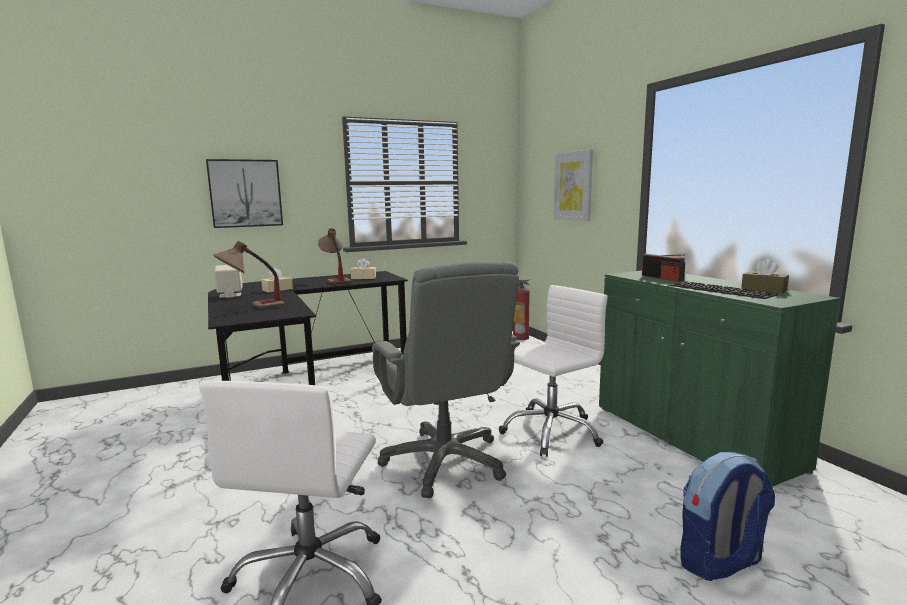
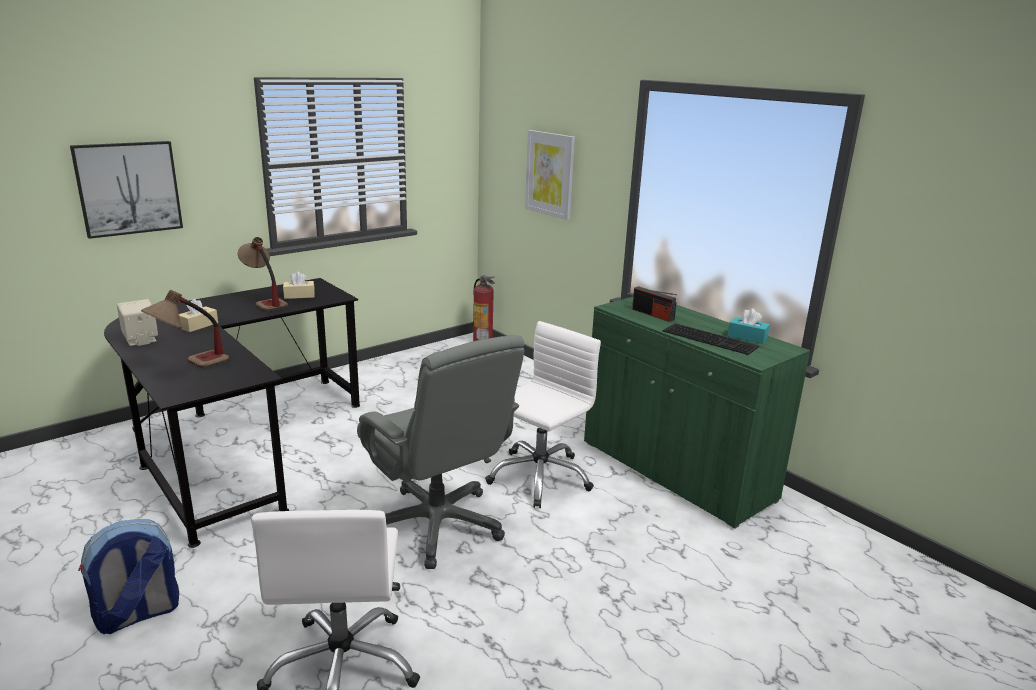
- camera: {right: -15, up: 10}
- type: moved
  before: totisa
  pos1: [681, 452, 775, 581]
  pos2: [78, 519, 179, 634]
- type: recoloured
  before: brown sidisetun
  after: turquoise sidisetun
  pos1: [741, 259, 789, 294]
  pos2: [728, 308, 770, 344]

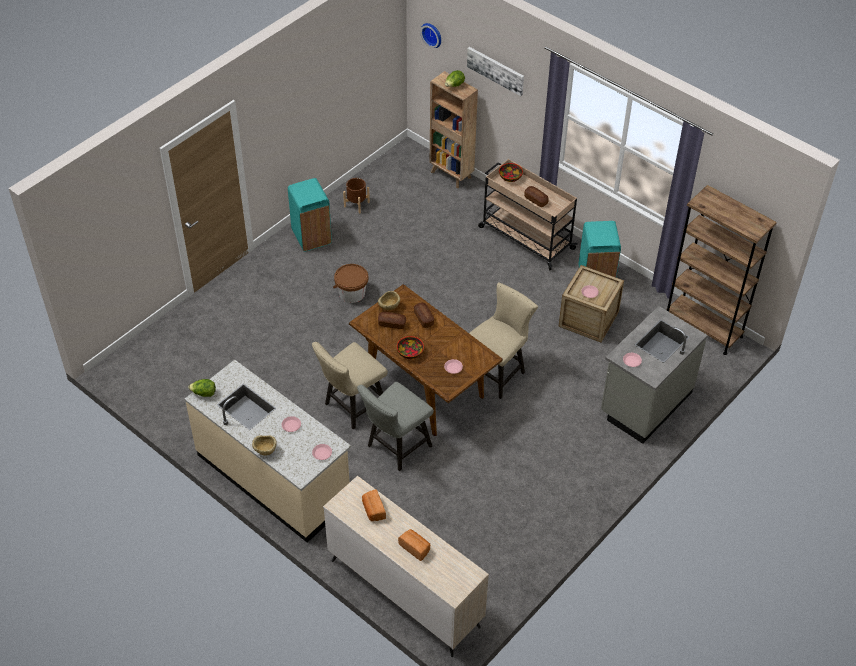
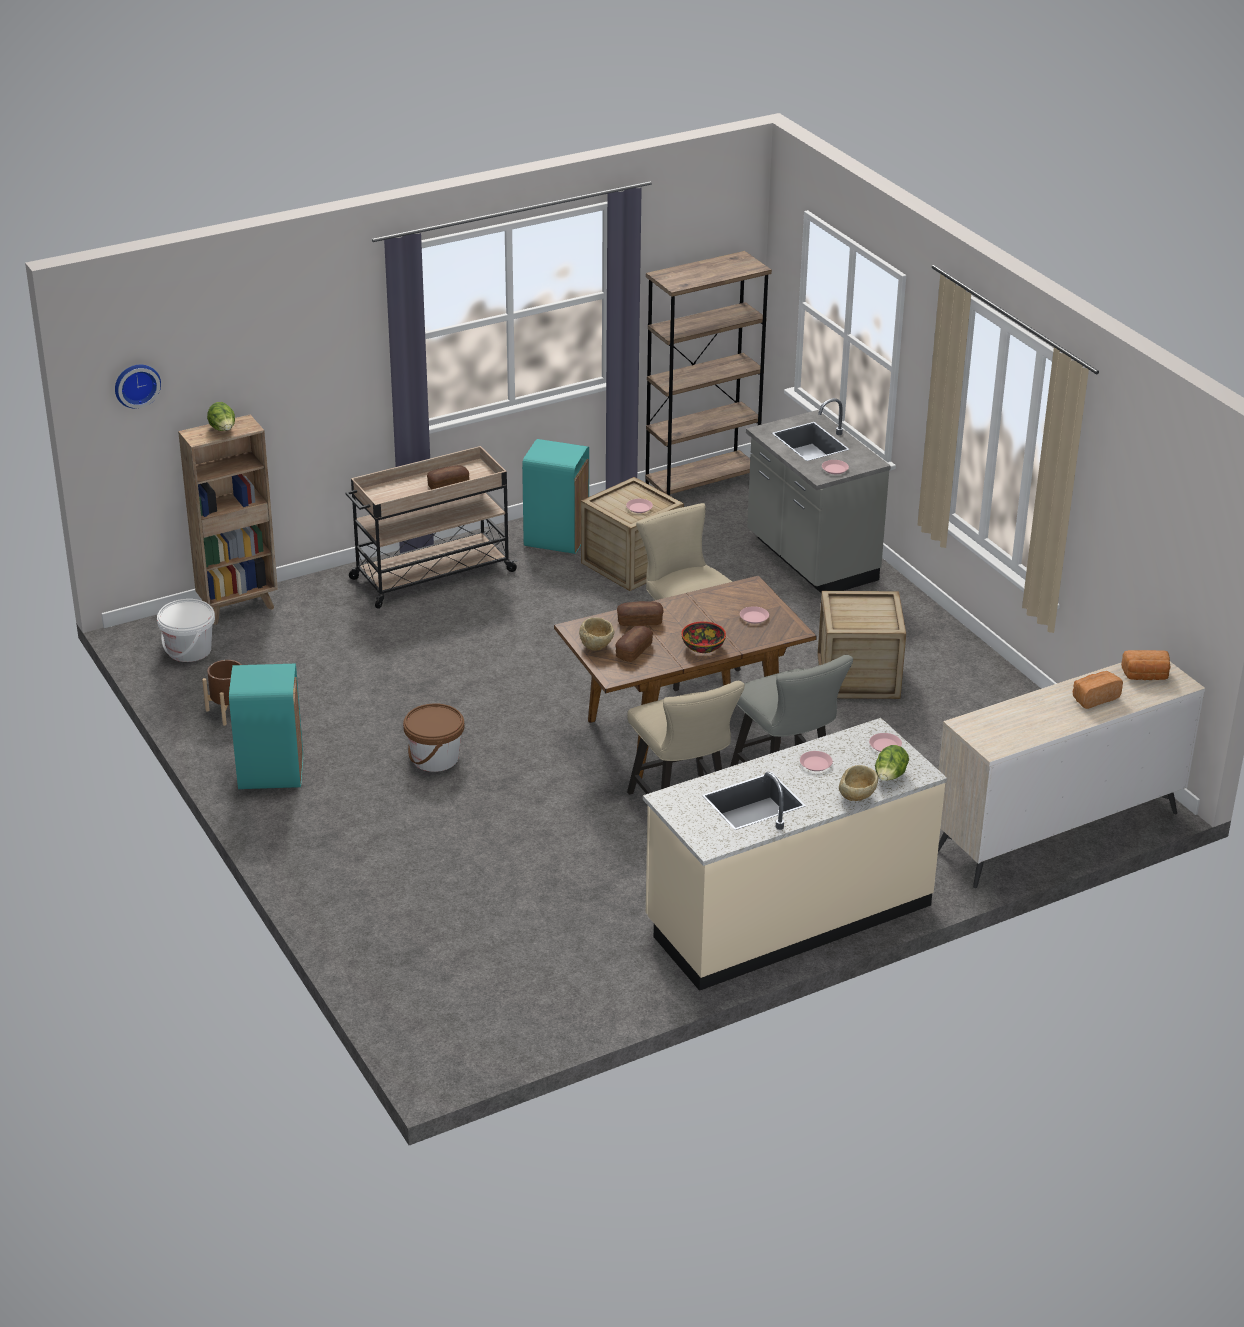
- camera: {right: -70, up: -15}
- type: added
  after: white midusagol
  pos2: [157, 599, 215, 662]
- type: added
  after: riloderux
  pos2: [817, 591, 906, 699]
- type: moved
  before: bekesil
  pos1: [188, 379, 216, 397]
  pos2: [875, 745, 909, 781]
- type: moved
  before: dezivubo
  pos1: [362, 489, 386, 521]
  pos2: [1121, 650, 1171, 680]
- type: removed
  before: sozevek
  pos1: [467, 47, 524, 96]
- type: removed
  before: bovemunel
  pos1: [499, 163, 523, 182]

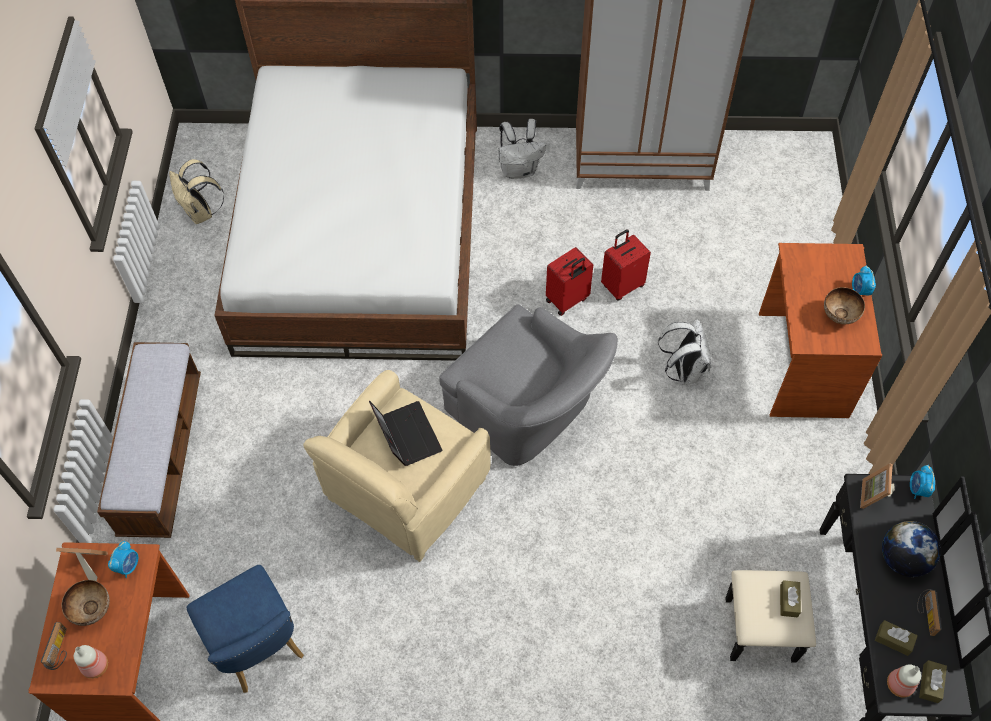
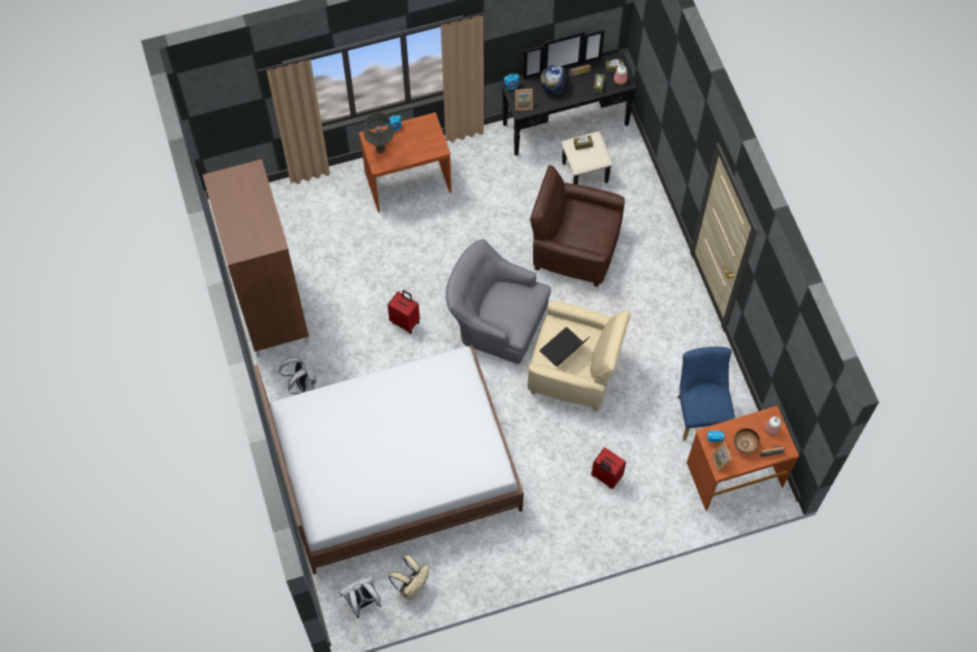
- camera: {right: -110, up: 5}
- type: moved
  before: white totisa
  pos1: [658, 319, 711, 384]
  pos2: [339, 576, 381, 618]
- type: added
  after: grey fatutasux
  pos2: [364, 112, 394, 153]
- type: turned
  before: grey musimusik
  pos1: [439, 304, 618, 466]
  pos2: [446, 239, 551, 364]
  turn: -90
- type: added
  after: brown musimusik
  pos2: [530, 165, 625, 287]
- type: moved
  before: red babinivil
  pos1: [601, 229, 651, 301]
  pos2: [591, 447, 626, 489]
- type: turned
  before: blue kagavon
  pos1: [187, 565, 304, 693]
  pos2: [677, 347, 735, 440]
  turn: -45
- type: removed
  before: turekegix
  pos1: [97, 342, 201, 538]
- type: removed
  before: bovemunel
  pos1: [824, 287, 865, 324]

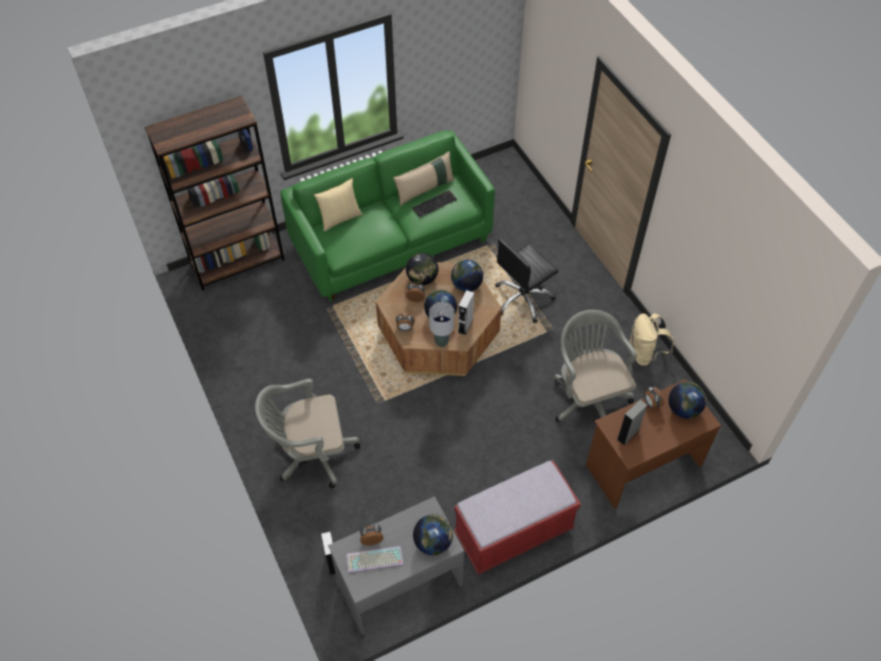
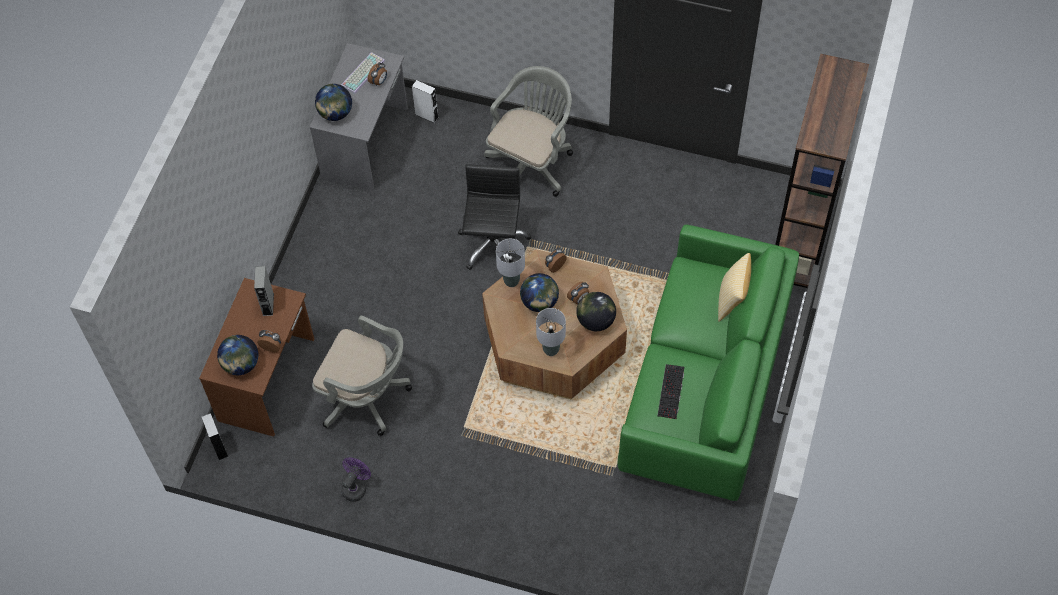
- camera: {right: 135, up: 5}
- type: moved
  before: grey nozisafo
  pos1: [458, 290, 474, 335]
  pos2: [201, 413, 229, 460]
- type: replaced
  before: beige totisa
  after: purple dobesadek
  pos1: [629, 313, 674, 366]
  pos2: [341, 457, 371, 502]
- type: moved
  before: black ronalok
  pos1: [495, 239, 558, 323]
  pos2: [458, 164, 531, 270]
- type: replaced
  before: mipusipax
  after: grey fatutasux
  pos1: [451, 260, 483, 292]
  pos2: [536, 308, 566, 356]
- type: removed
  before: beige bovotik
  pos1: [393, 151, 454, 206]
- type: removed
  before: red turekegix
  pos1: [454, 460, 581, 575]

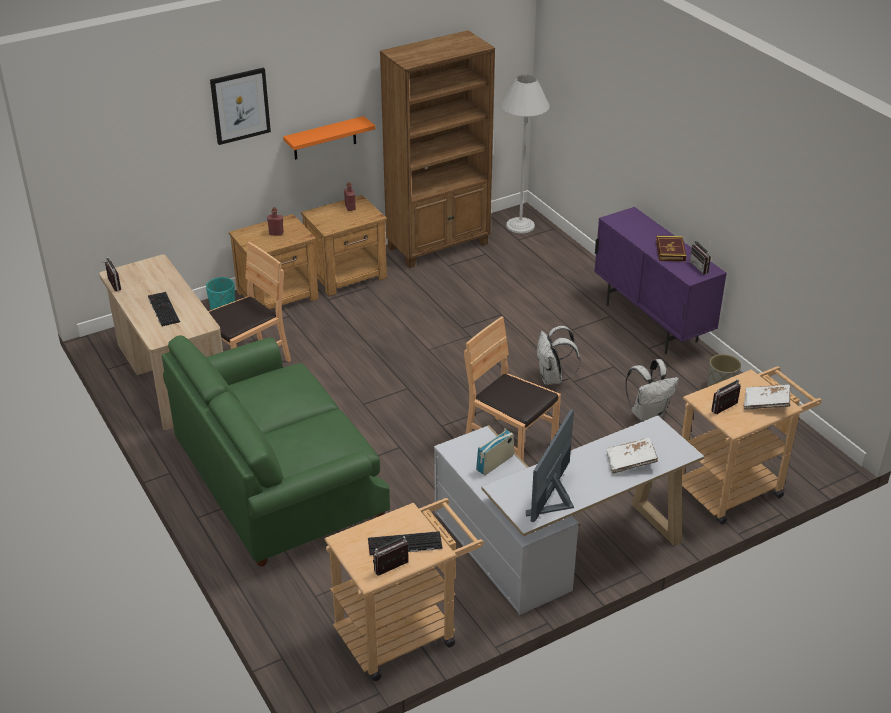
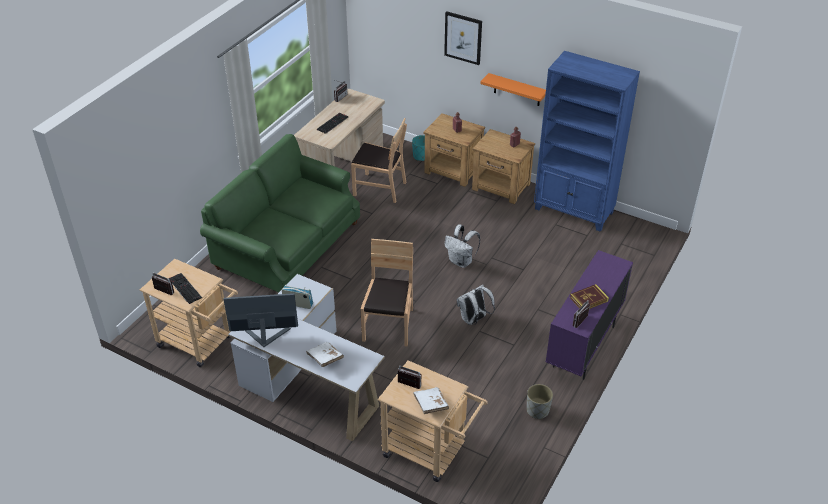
- camera: {right: 60, up: 5}
- type: moved
  before: white totisa
  pos1: [625, 359, 679, 422]
  pos2: [444, 224, 480, 268]
- type: recoloured
  before: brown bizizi
  after: blue bizizi
  pos1: [380, 30, 495, 268]
  pos2: [534, 51, 640, 232]
- type: removed
  before: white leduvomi
  pos1: [501, 75, 550, 234]

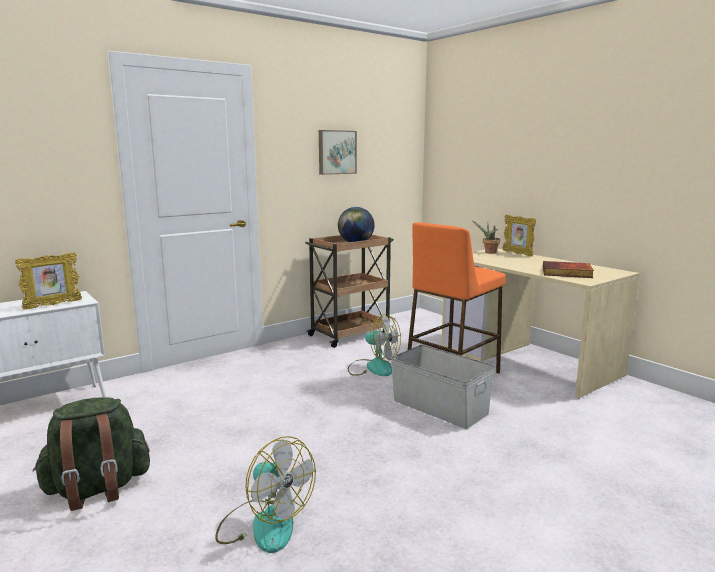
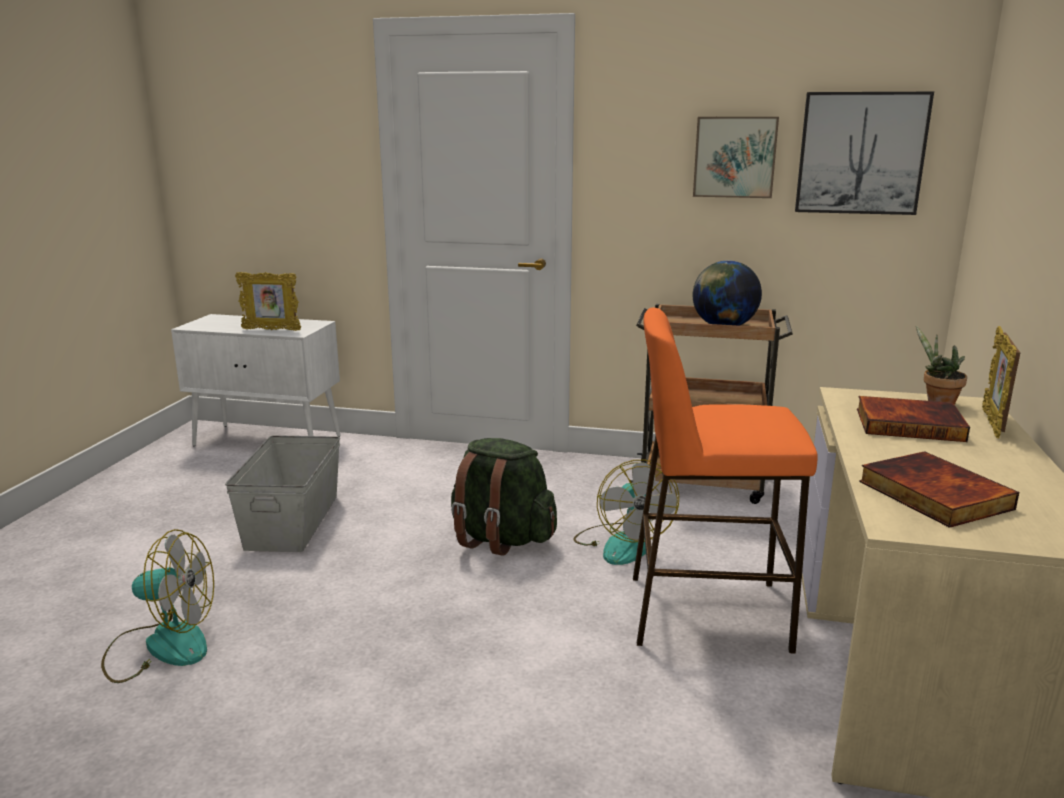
- camera: {right: 50, up: 5}
- type: turned
  before: dobesadek
  pos1: [215, 436, 316, 553]
  pos2: [101, 529, 214, 683]
  turn: -90
- type: moved
  before: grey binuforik
  pos1: [391, 345, 495, 429]
  pos2: [225, 435, 340, 552]
- type: moved
  before: green totisa
  pos1: [33, 397, 150, 511]
  pos2: [451, 438, 557, 556]
- type: added
  after: sozevek
  pos2: [795, 92, 934, 215]
- type: added
  after: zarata
  pos2: [857, 396, 970, 442]

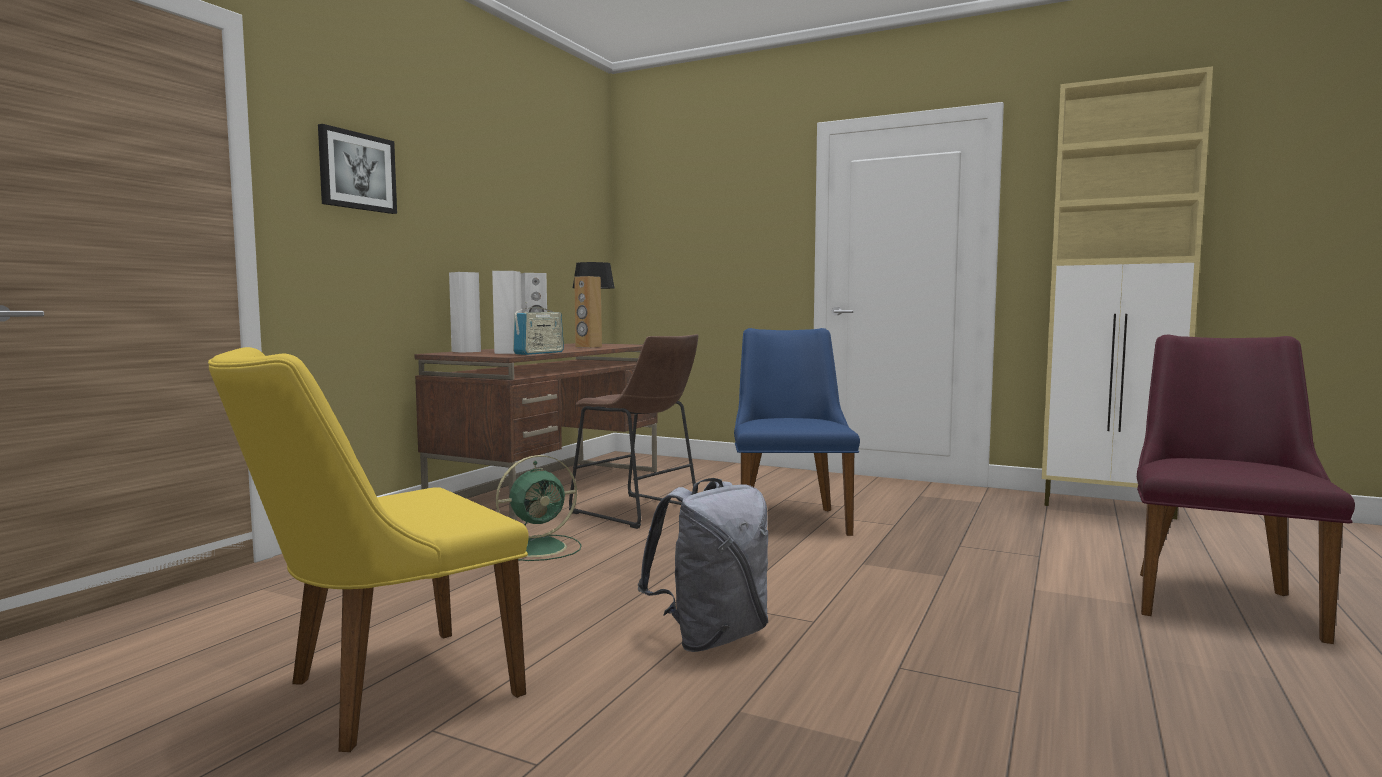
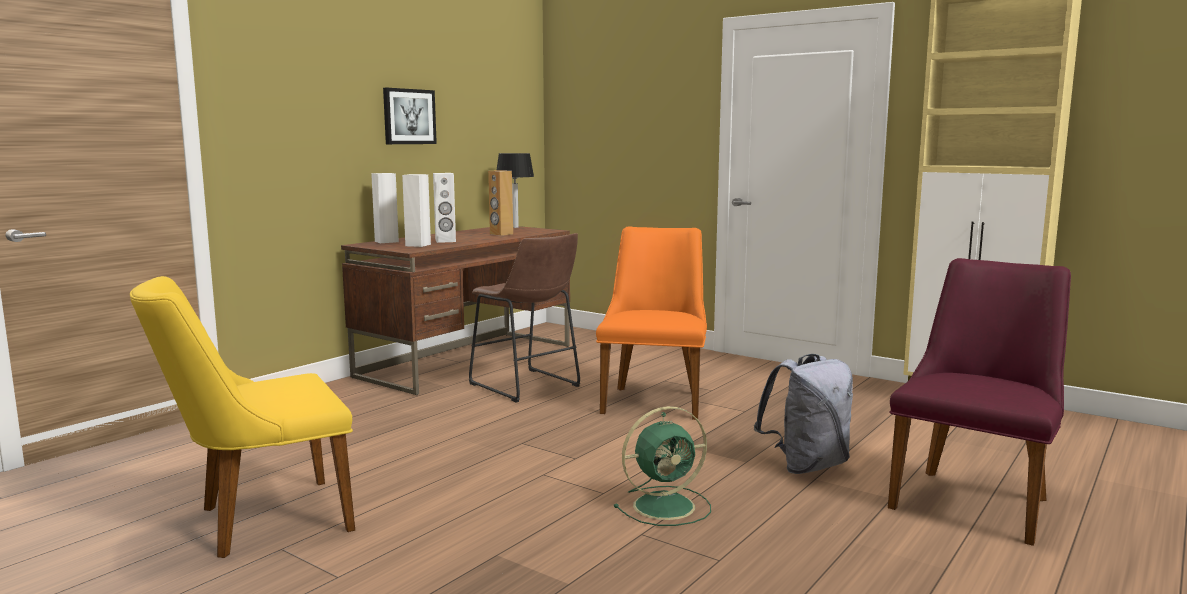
- camera: {right: 10, up: 5}
- type: moved
  before: sozevek
  pos1: [318, 124, 397, 214]
  pos2: [383, 88, 437, 144]
- type: recoloured
  before: blue kagavon
  after: orange kagavon
  pos1: [734, 328, 860, 536]
  pos2: [596, 226, 707, 420]
- type: moved
  before: green dobesadek
  pos1: [496, 455, 582, 561]
  pos2: [614, 406, 711, 526]
- type: moved
  before: grey totisa
  pos1: [638, 478, 768, 652]
  pos2: [754, 354, 853, 474]
- type: removed
  before: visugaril
  pos1: [513, 302, 564, 355]

